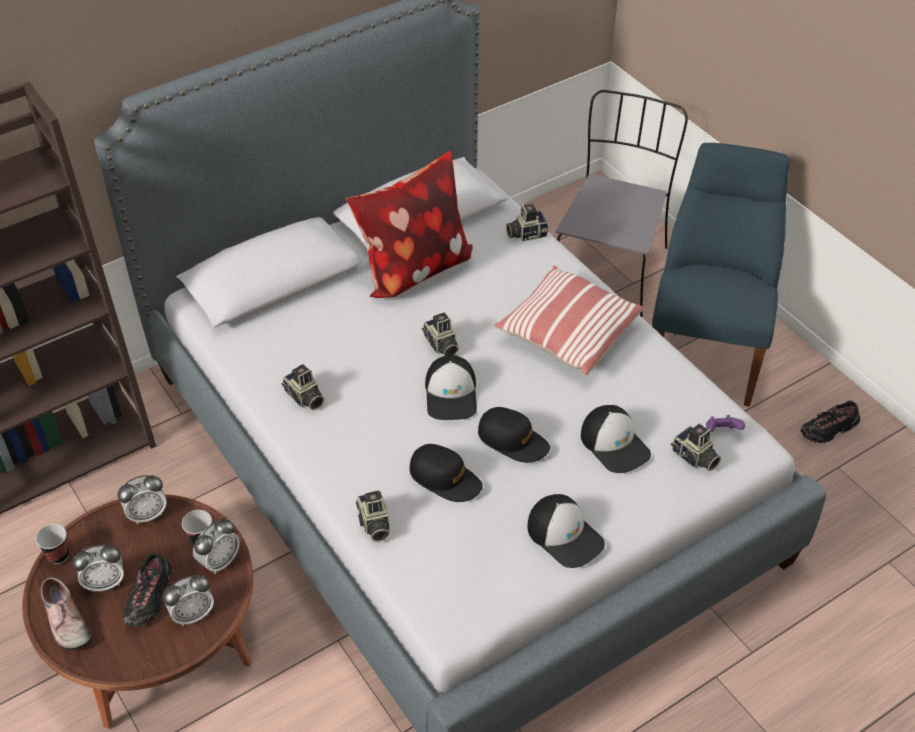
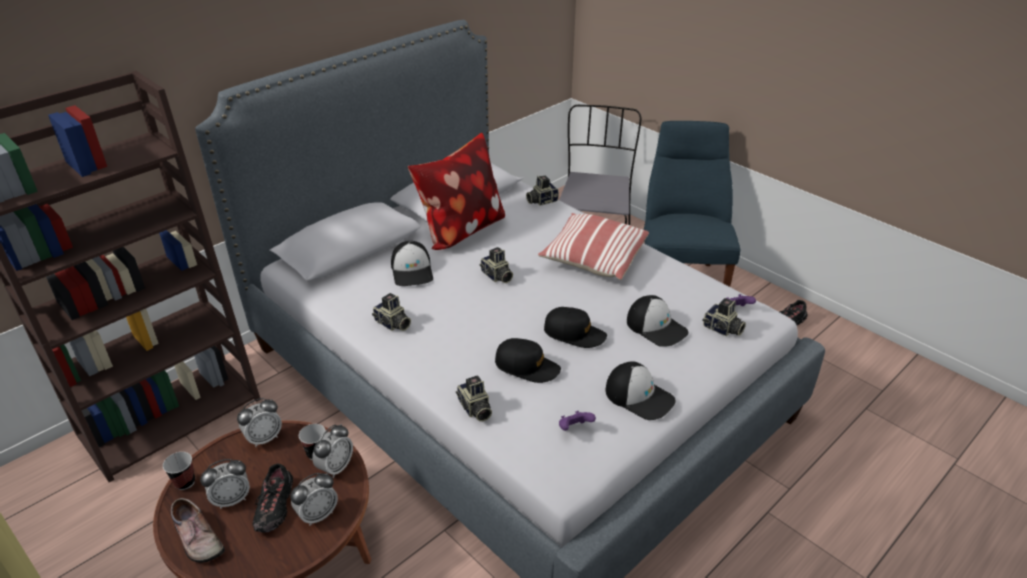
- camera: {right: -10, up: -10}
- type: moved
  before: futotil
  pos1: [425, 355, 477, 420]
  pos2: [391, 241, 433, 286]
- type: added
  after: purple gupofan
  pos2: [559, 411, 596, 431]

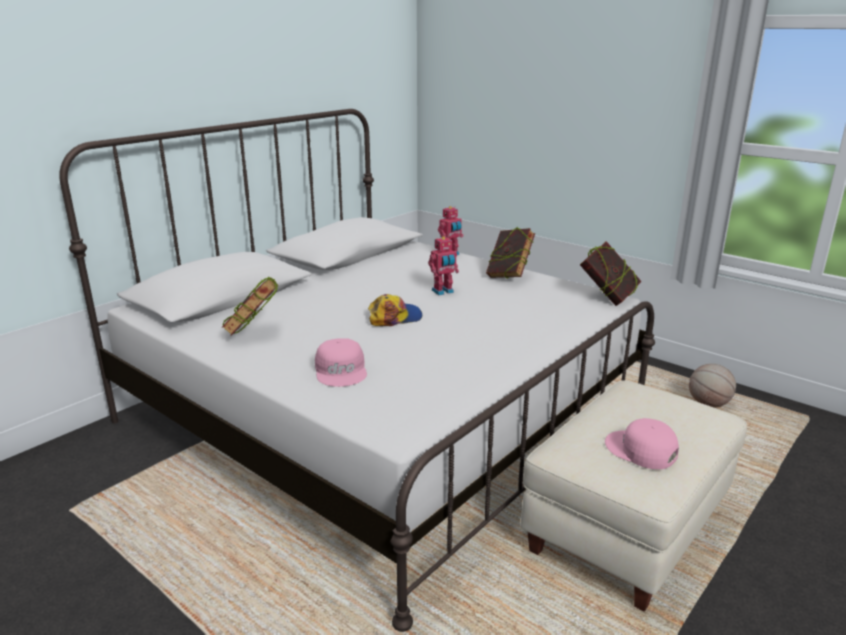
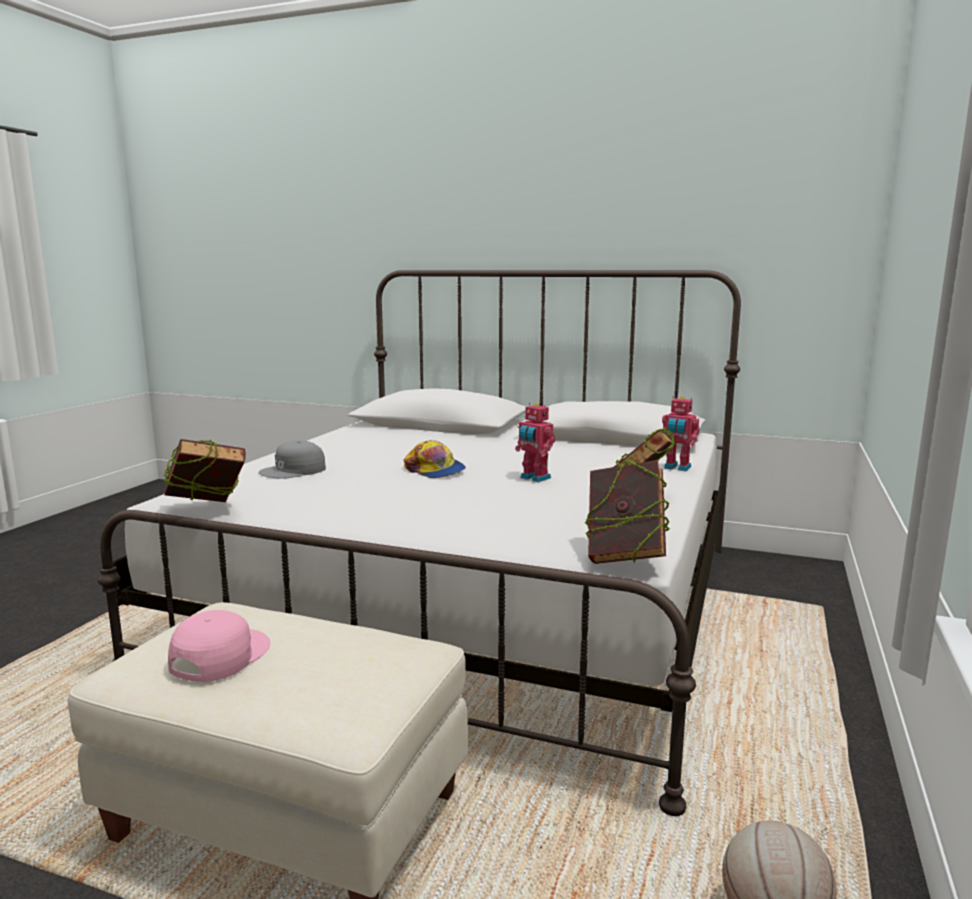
- camera: {right: 70, up: -10}
- type: moved
  before: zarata
  pos1: [221, 277, 279, 335]
  pos2: [164, 439, 246, 502]
- type: recoloured
  before: pink futotil
  after: grey futotil
  pos1: [315, 338, 367, 387]
  pos2: [259, 440, 326, 479]

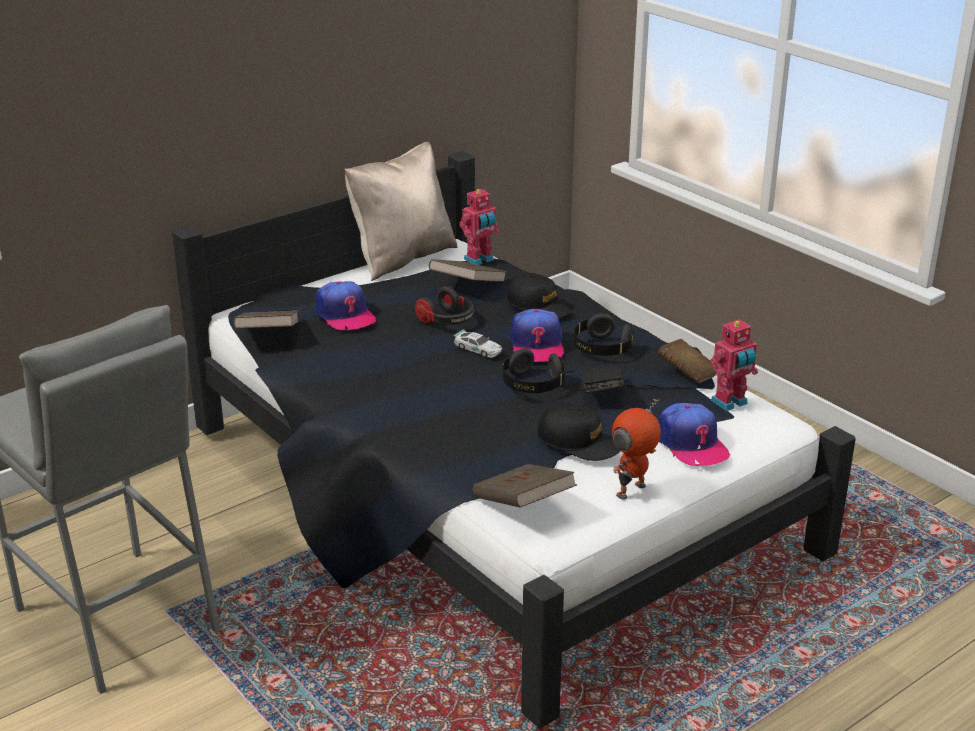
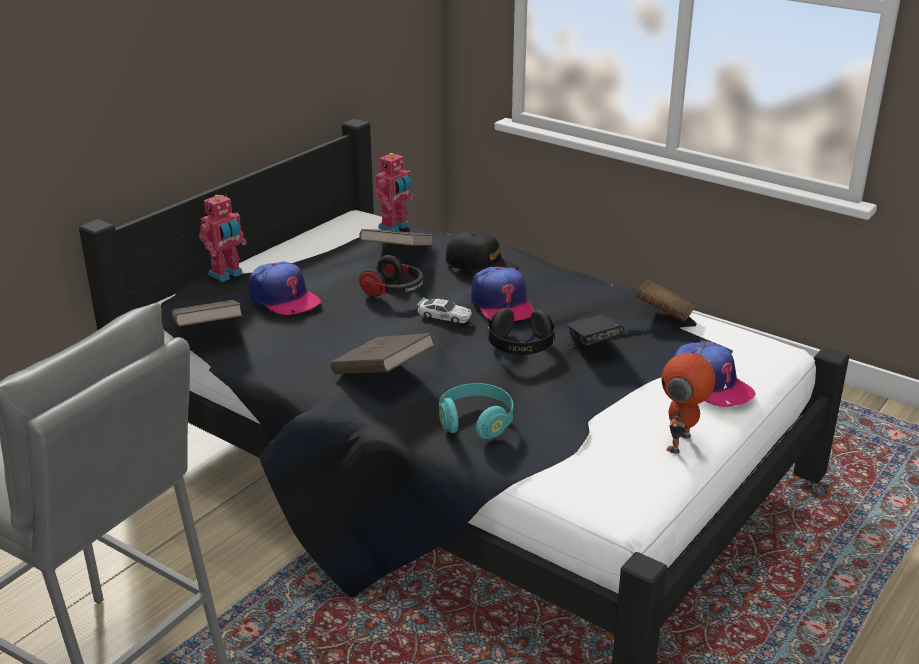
- camera: {right: -15, up: 0}
- type: moved
  before: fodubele
  pos1: [711, 319, 758, 411]
  pos2: [199, 193, 247, 282]
- type: moved
  before: brown zarata
  pos1: [473, 464, 577, 508]
  pos2: [331, 333, 435, 374]
- type: added
  after: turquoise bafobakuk
  pos2: [439, 383, 513, 439]
- type: removed
  before: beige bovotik
  pos1: [344, 142, 458, 281]
- type: removed
  before: black futotil
  pos1: [538, 403, 620, 461]
- type: removed
  before: black bafobakuk
  pos1: [574, 313, 634, 356]

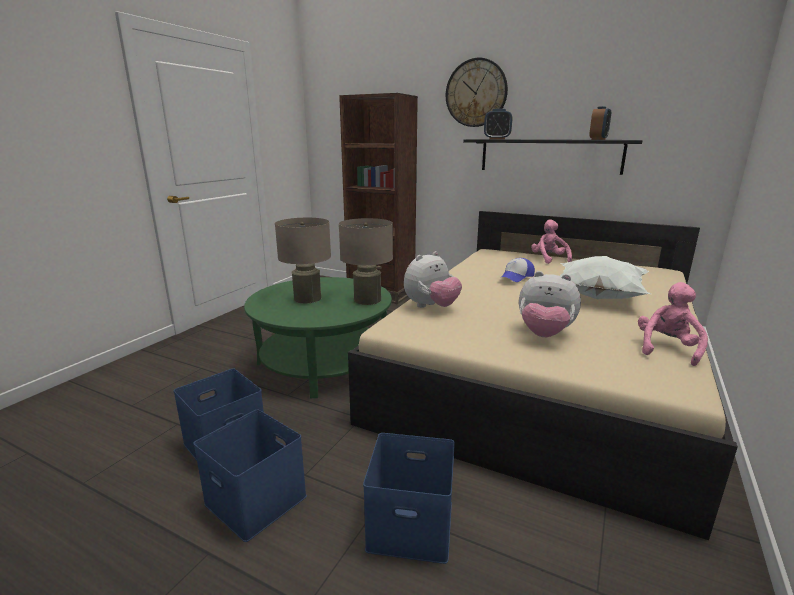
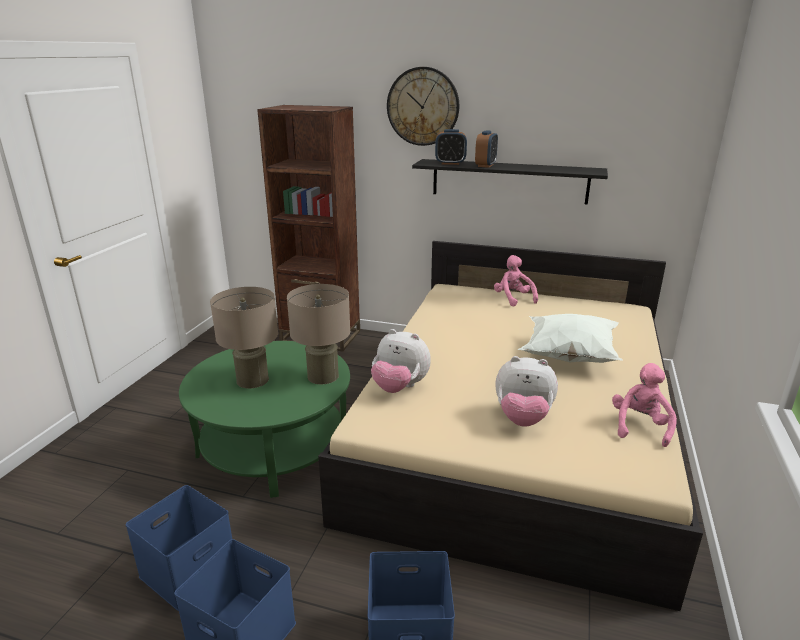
- camera: {right: -10, up: 5}
- type: turned
  before: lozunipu
  pos1: [404, 251, 462, 308]
  pos2: [371, 329, 431, 393]
  turn: 75
- type: moved
  before: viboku
  pos1: [589, 106, 611, 140]
  pos2: [475, 130, 498, 168]
- type: removed
  before: futotil
  pos1: [500, 258, 535, 282]

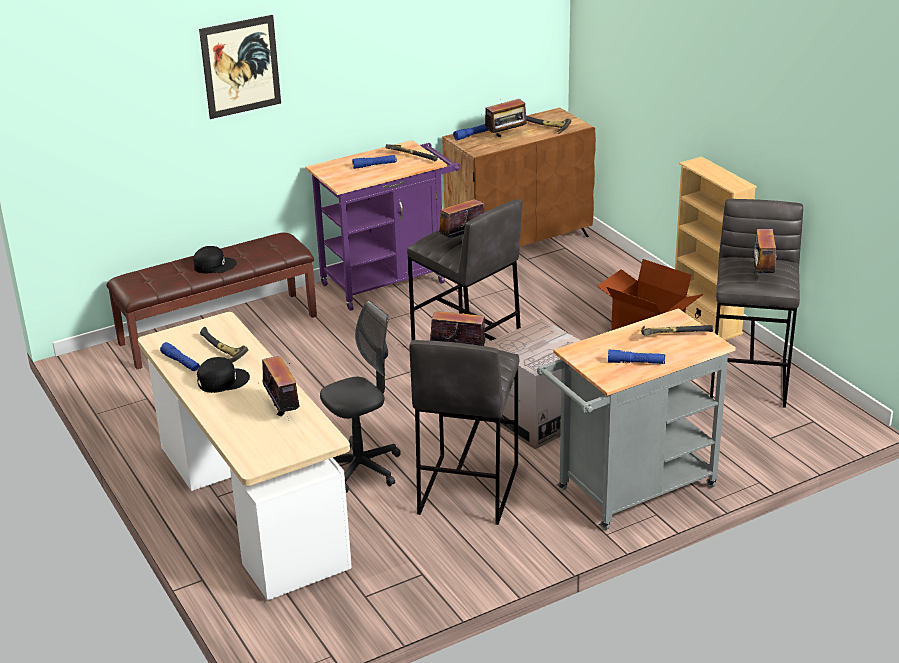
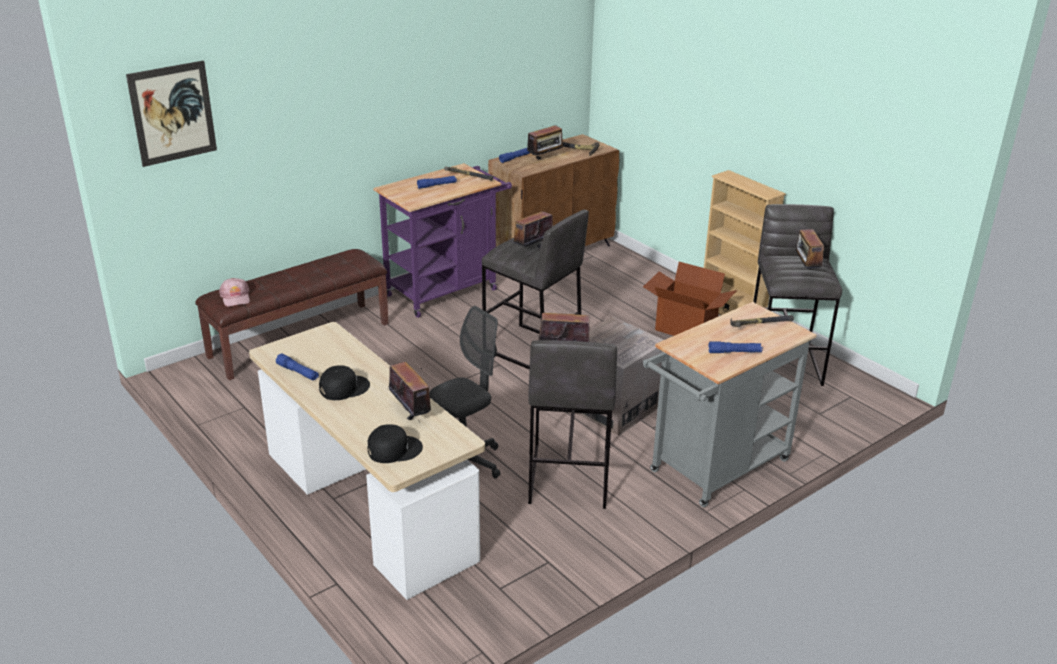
- camera: {right: -10, up: 0}
- type: moved
  before: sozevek
  pos1: [199, 15, 281, 119]
  pos2: [126, 60, 217, 167]
- type: added
  after: pink futotil
  pos2: [219, 278, 250, 307]
- type: moved
  before: black futotil
  pos1: [193, 246, 237, 274]
  pos2: [367, 424, 423, 463]
- type: removed
  before: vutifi
  pos1: [200, 327, 249, 363]

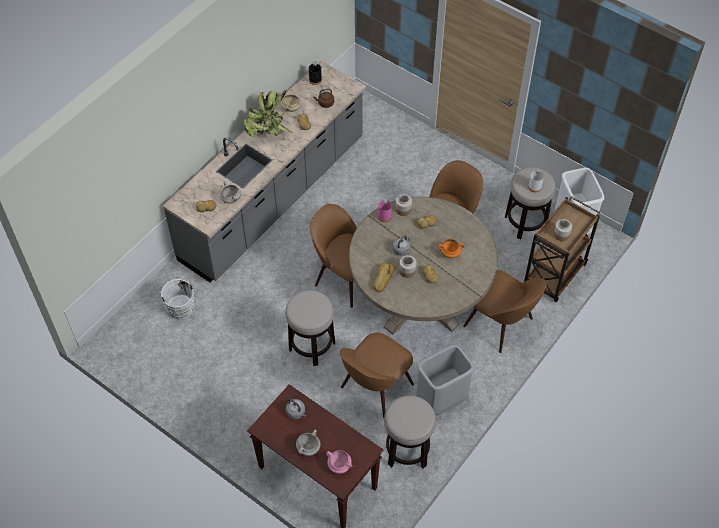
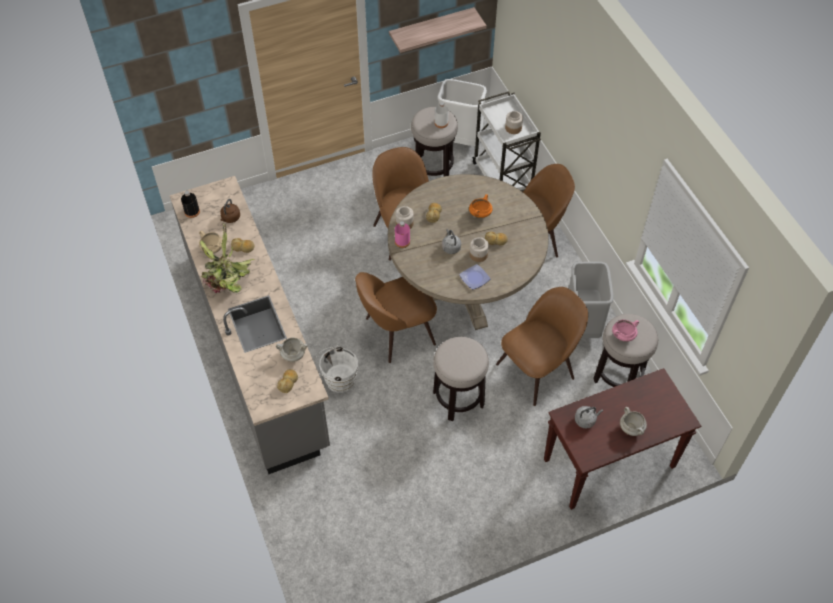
- camera: {right: -60, up: 0}
- type: moved
  before: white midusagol
  pos1: [159, 276, 194, 320]
  pos2: [314, 345, 358, 393]
- type: added
  after: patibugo
  pos2: [389, 7, 487, 53]
- type: replaced
  before: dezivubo
  after: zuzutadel
  pos1: [373, 262, 395, 292]
  pos2: [459, 264, 491, 289]
- type: recoloured
  before: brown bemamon
  after: white bemamon
  pos1: [524, 196, 600, 302]
  pos2: [472, 91, 541, 192]
- type: turned
  before: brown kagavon
  pos1: [340, 333, 414, 418]
  pos2: [496, 287, 588, 406]
  turn: -105
- type: moved
  before: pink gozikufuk
  pos1: [326, 450, 352, 474]
  pos2: [612, 319, 639, 342]

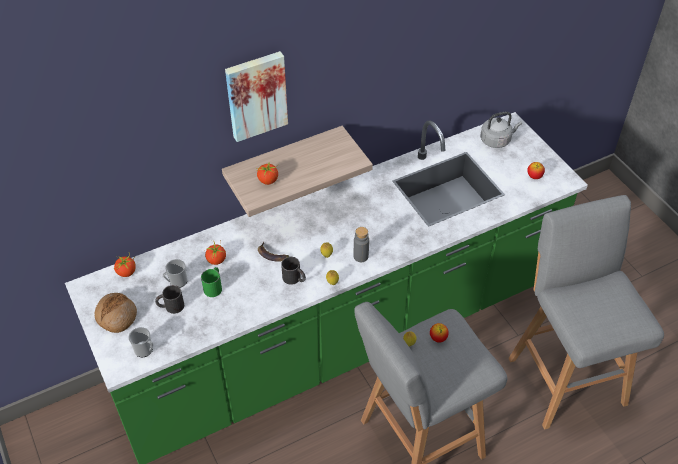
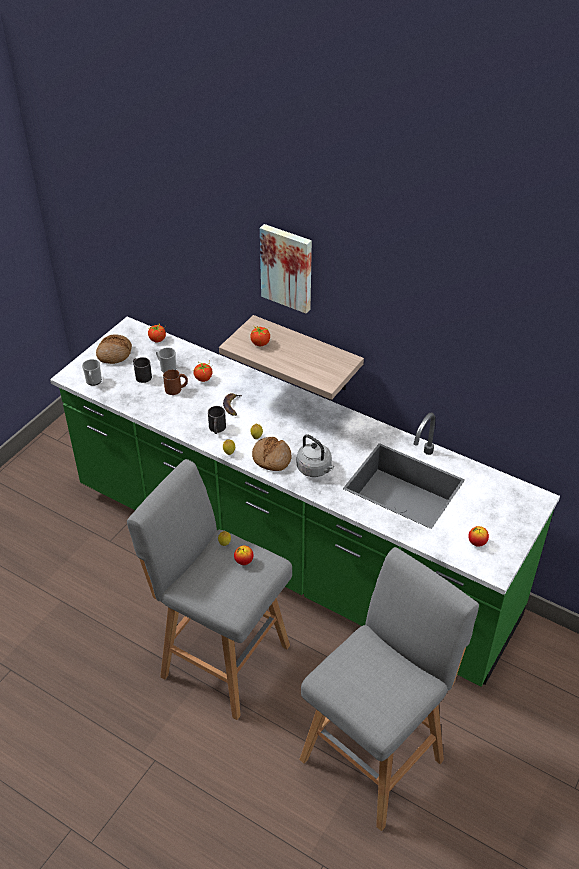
- camera: {right: 60, up: -5}
- type: recoloured
  before: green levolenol
  after: brown levolenol
  pos1: [201, 267, 222, 297]
  pos2: [163, 369, 188, 395]
- type: replaced
  before: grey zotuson
  after: dezivubo
  pos1: [354, 227, 369, 262]
  pos2: [252, 437, 292, 471]
- type: moved
  before: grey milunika
  pos1: [480, 112, 522, 148]
  pos2: [297, 435, 334, 477]

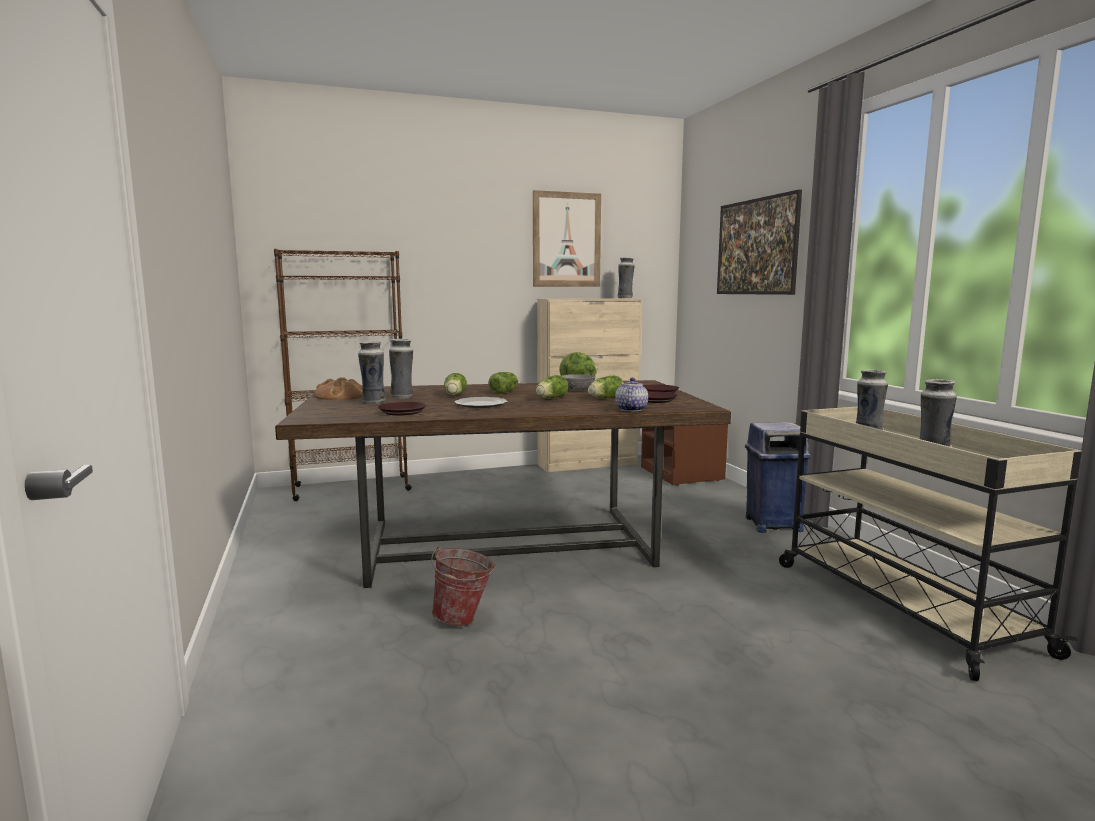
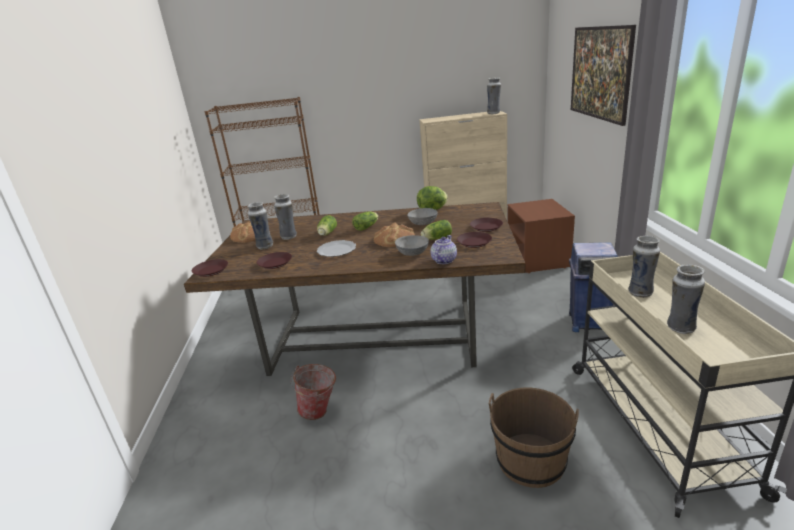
- camera: {right: 15, up: 15}
- type: added
  after: brown zuzutadel
  pos2: [192, 259, 228, 277]
- type: replaced
  before: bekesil
  after: dezivubo
  pos1: [536, 375, 568, 398]
  pos2: [374, 222, 415, 247]
- type: added
  after: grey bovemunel
  pos2: [395, 235, 429, 256]
- type: added
  after: brown midusagol
  pos2: [489, 387, 579, 488]
- type: removed
  before: sozevek
  pos1: [533, 190, 601, 287]

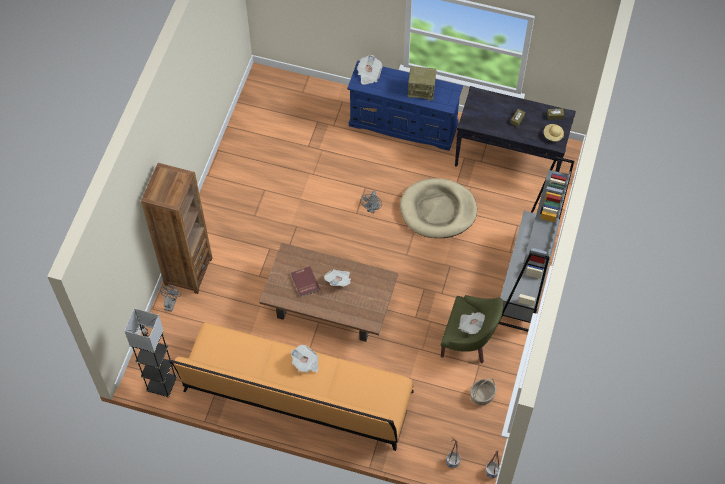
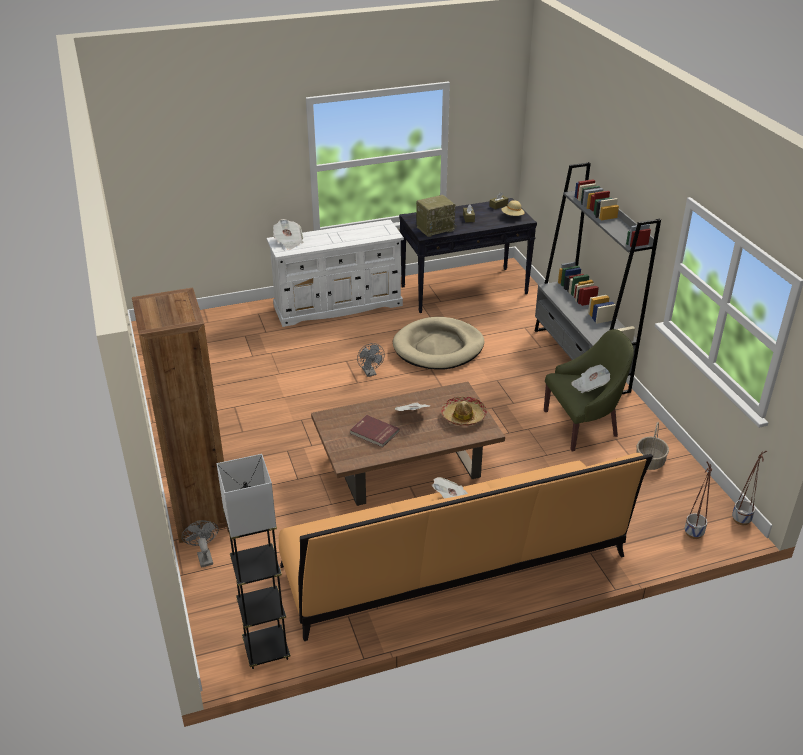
- camera: {right: -35, up: -25}
- type: recoloured
  before: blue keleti
  after: white keleti
  pos1: [347, 61, 463, 151]
  pos2: [266, 219, 404, 327]
- type: moved
  before: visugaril
  pos1: [408, 66, 436, 101]
  pos2: [416, 195, 456, 237]
- type: added
  after: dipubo
  pos2: [441, 396, 487, 426]

